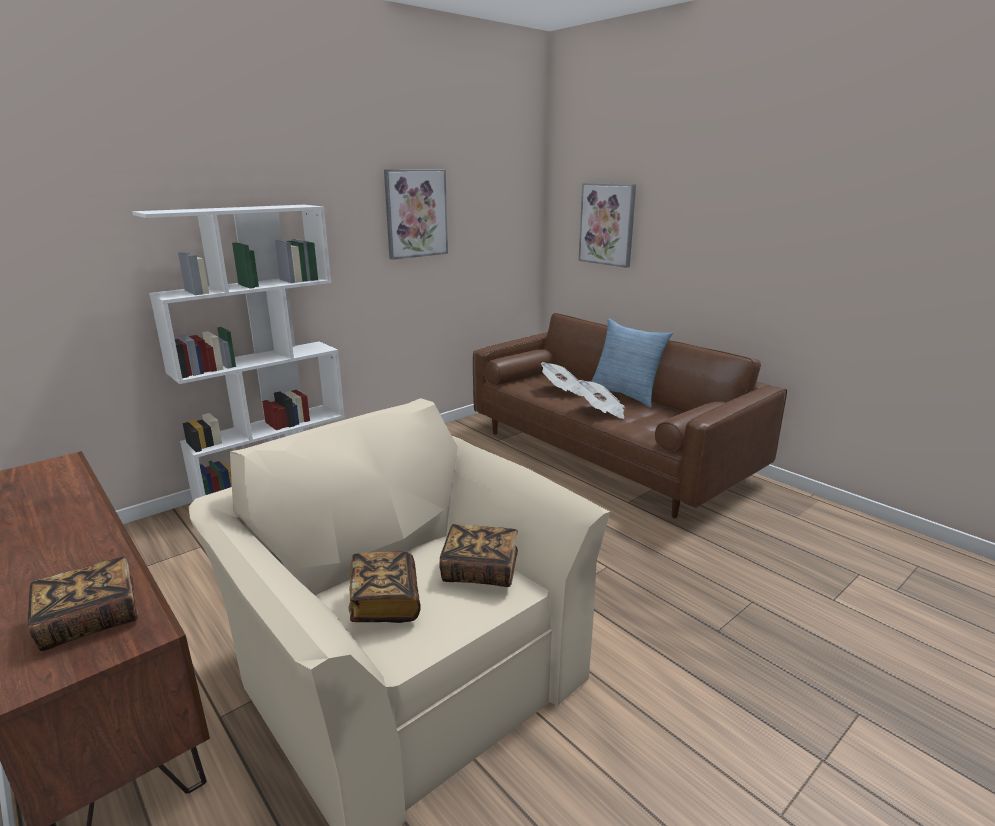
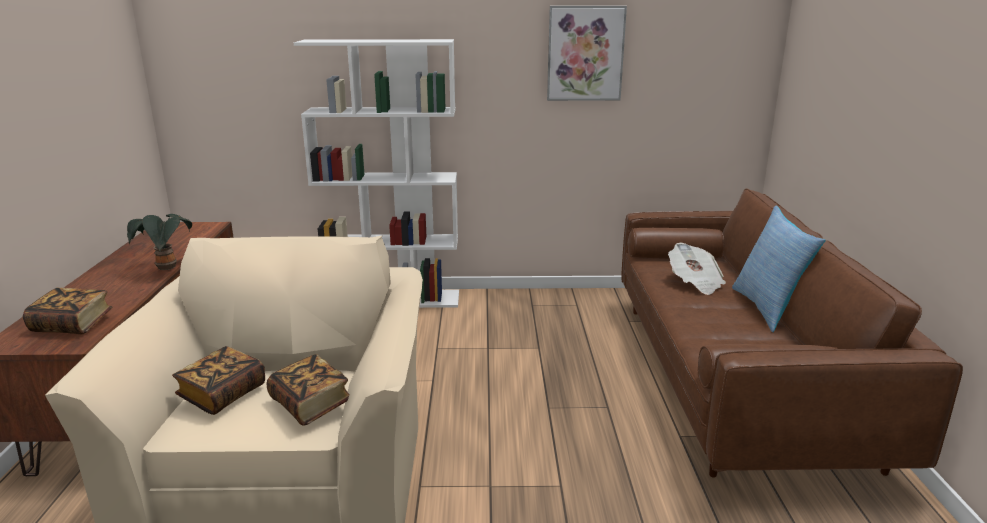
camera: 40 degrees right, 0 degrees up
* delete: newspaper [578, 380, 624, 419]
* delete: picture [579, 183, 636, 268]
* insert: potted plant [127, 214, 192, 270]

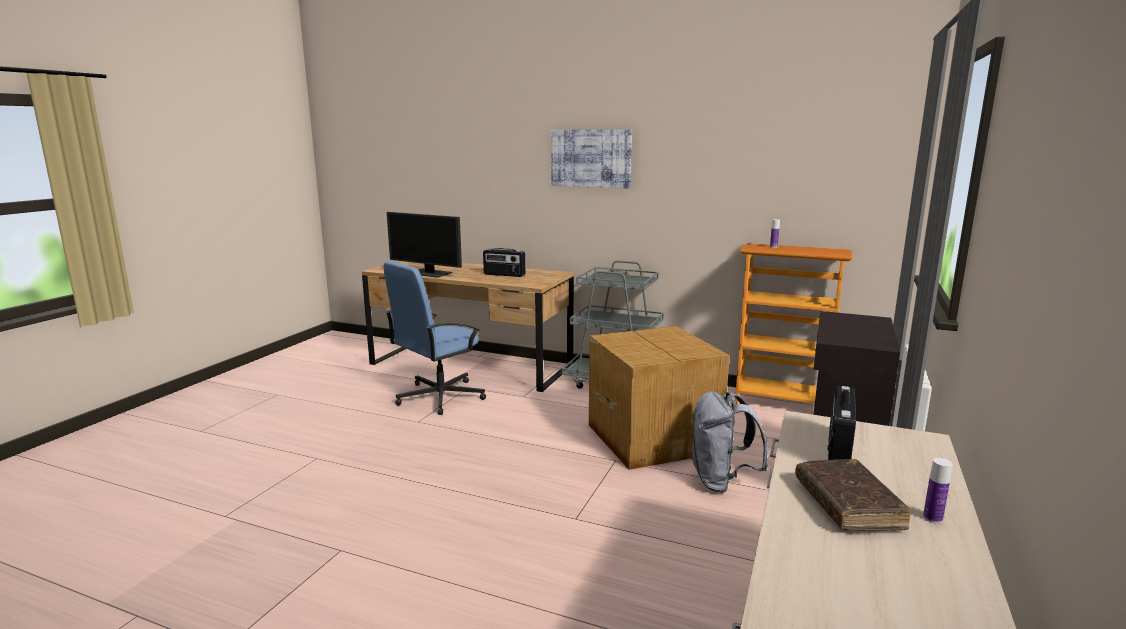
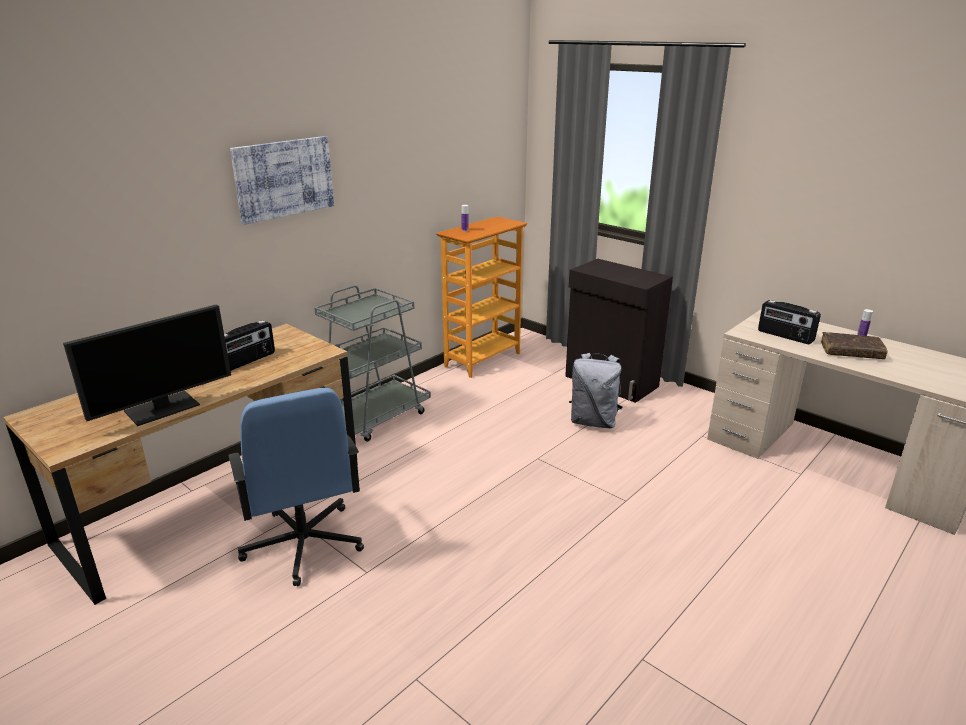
camera: 70 degrees left, 10 degrees up
* delete: cardboard box [589, 326, 730, 470]

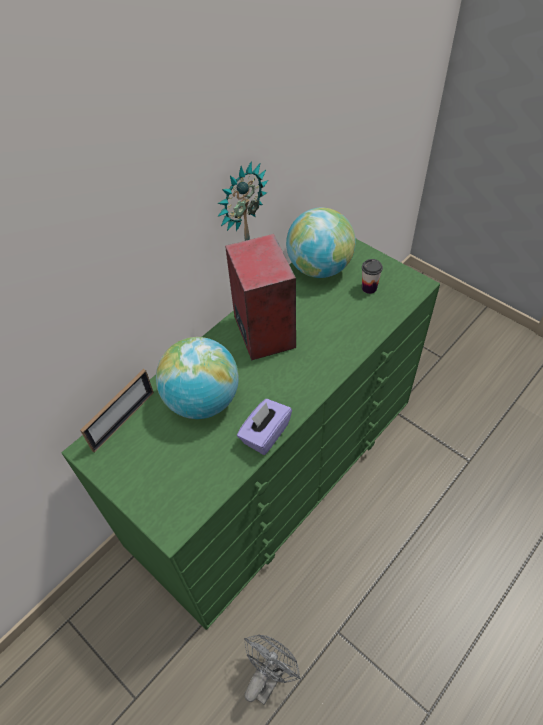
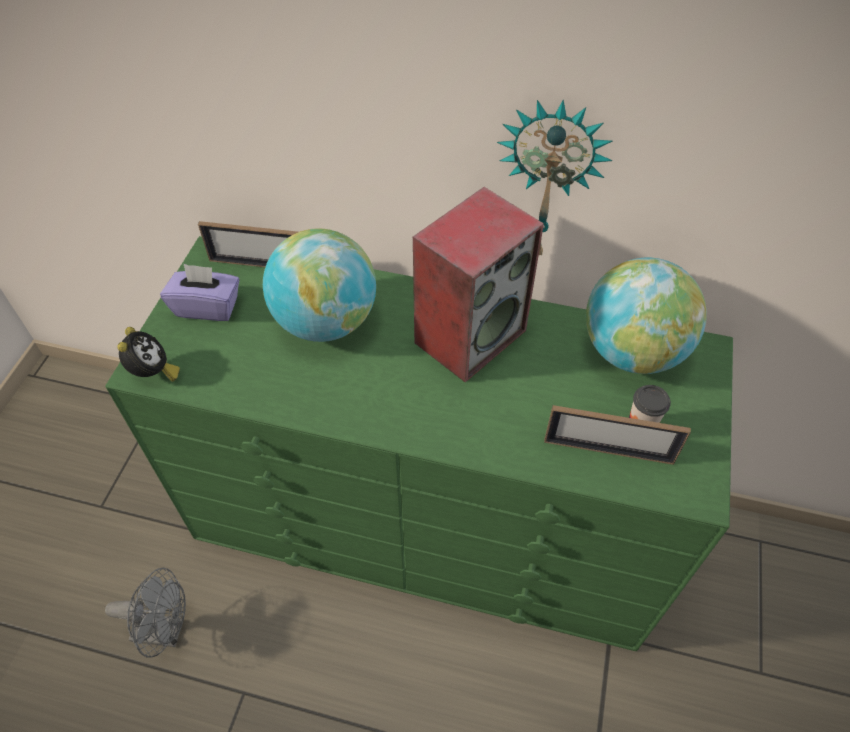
camera: 60 degrees right, 0 degrees up
* move: tissue box (purple) [237, 399, 292, 455] to [160, 264, 239, 321]
* insert: alarm clock [117, 327, 180, 382]
* insert: picture frame [544, 405, 691, 465]

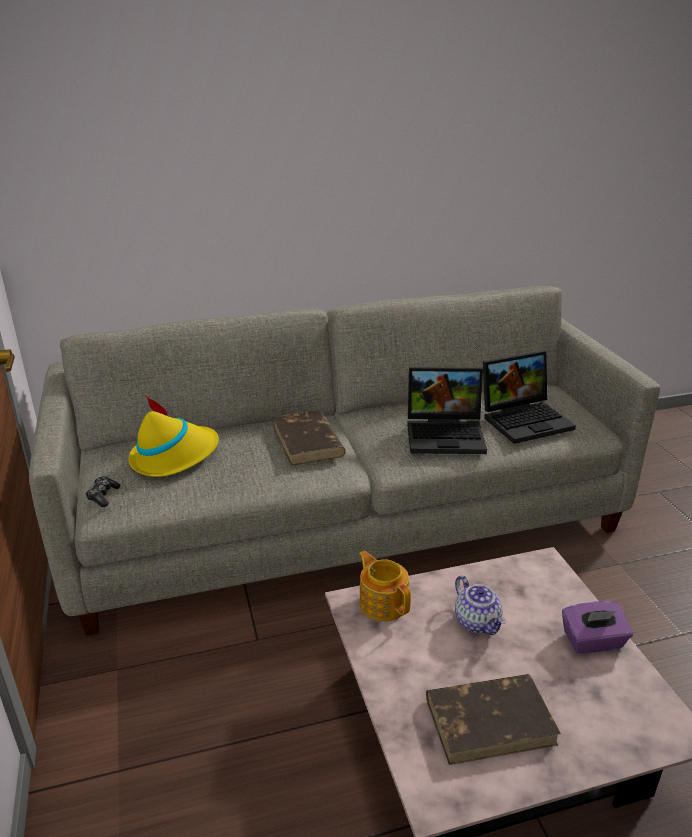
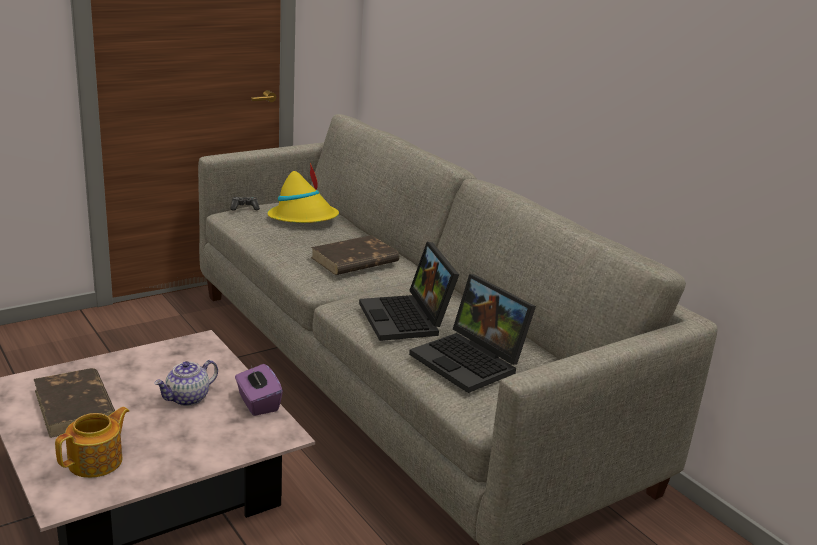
camera: 70 degrees right, 5 degrees down
* move: teapot [359, 550, 411, 621] to [55, 407, 129, 478]
* move: tissue box (purple) [562, 601, 633, 654] to [235, 364, 283, 416]

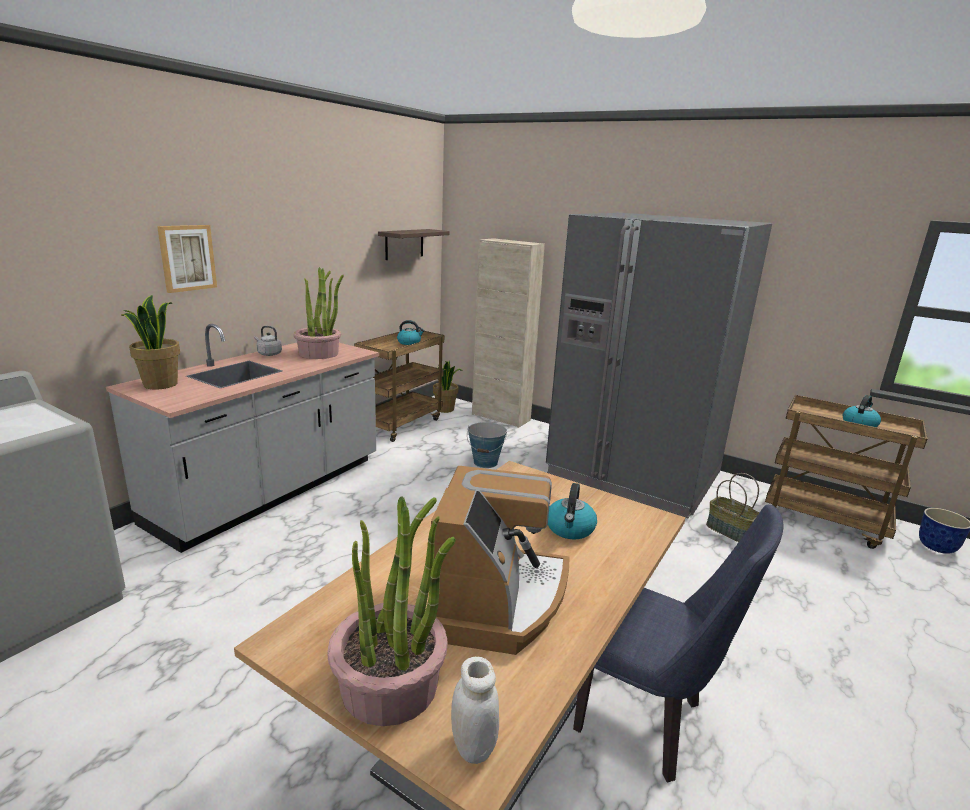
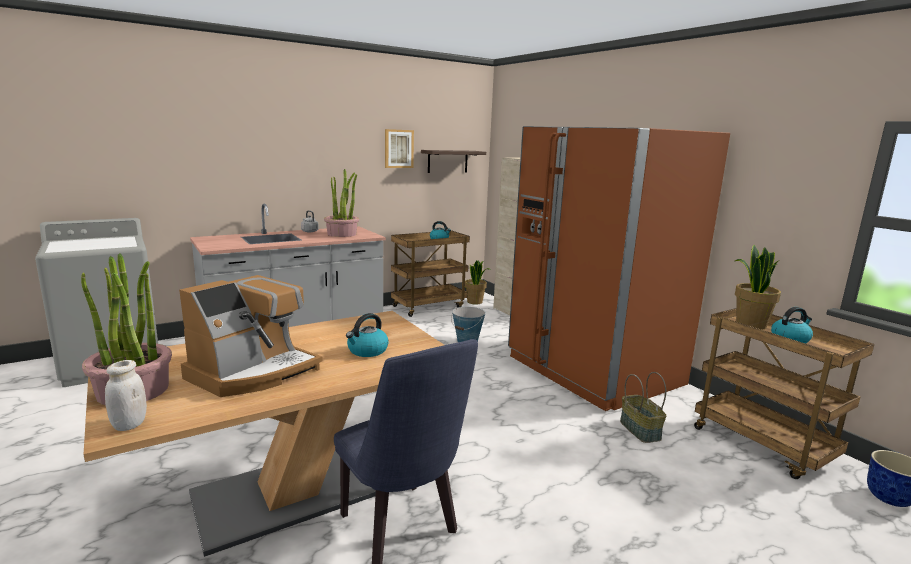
camera: 25 degrees right, 5 degrees down
* move: potted plant [121, 295, 180, 390] to [735, 245, 781, 330]
* move: picture [157, 225, 217, 293] to [385, 129, 414, 168]
* recolor: fridge (grey) [546, 213, 772, 518] to fridge (brown) [508, 126, 730, 411]

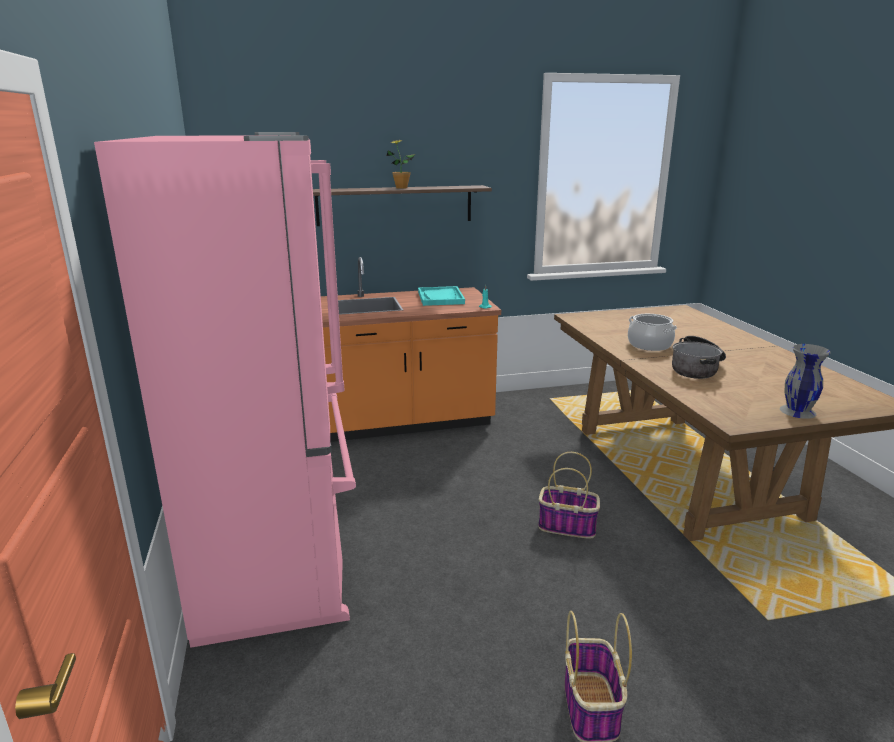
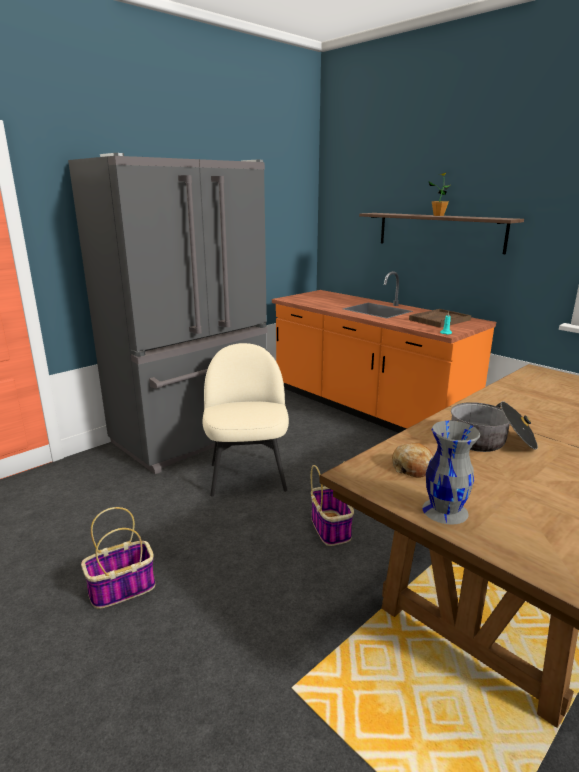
camera: 60 degrees right, 0 degrees up
* recolor: fridge (pink) [94, 132, 356, 648] to fridge (grey) [68, 153, 270, 474]
* recolor: tray (turquoise) [418, 286, 465, 306] to tray (brown) [409, 309, 471, 328]
* delete: cooking pot [628, 314, 677, 351]
* insert: chair (beige) [203, 343, 289, 497]
* insert: bread [392, 443, 433, 478]

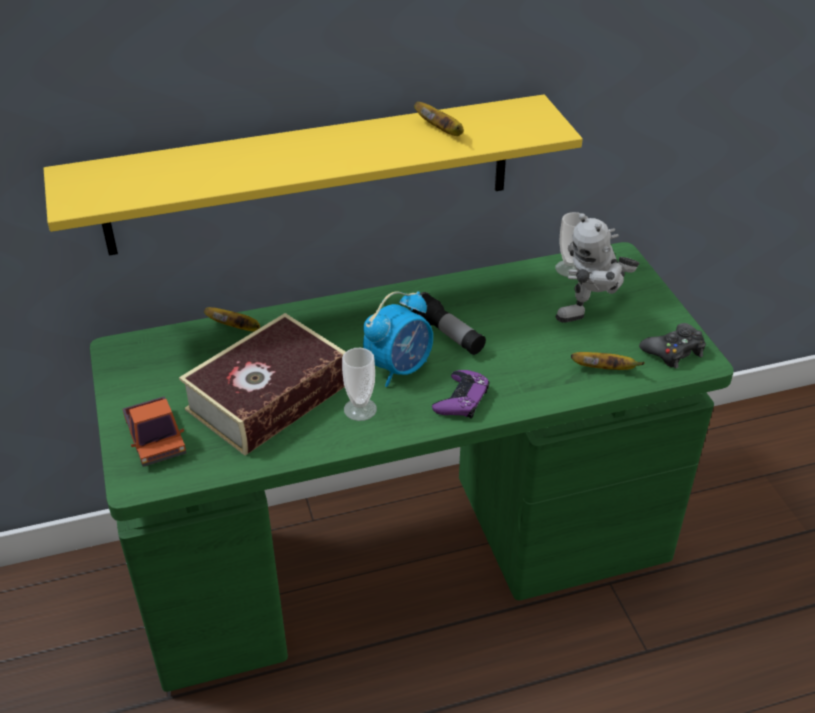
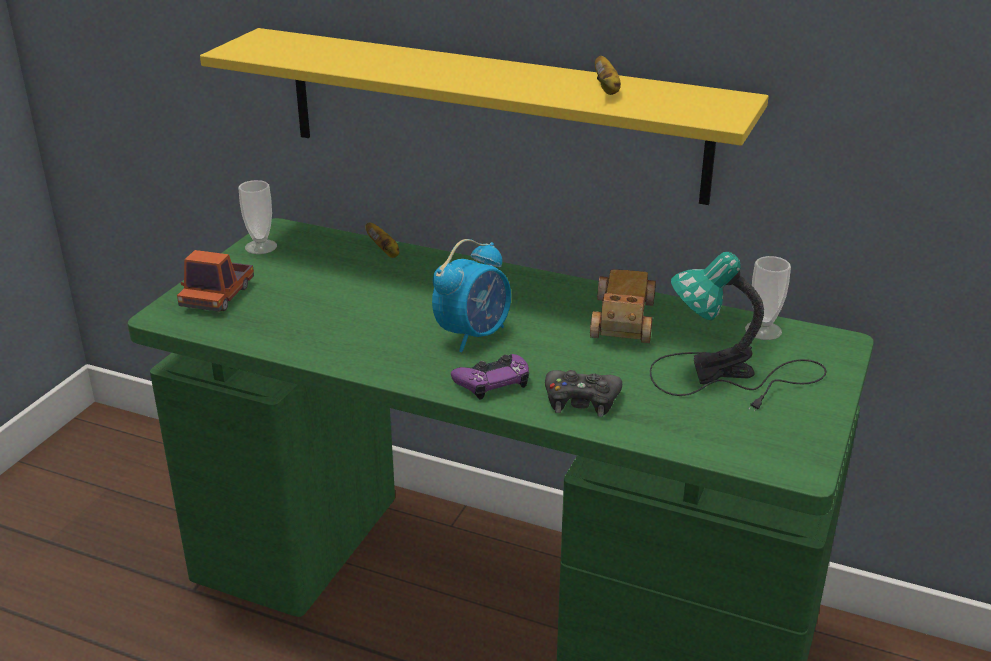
camera: 40 degrees right, 10 degrees down
* delete: book [179, 313, 346, 456]
* move: cup [342, 348, 377, 421] to [239, 180, 277, 254]
* rotate: alarm clock [363, 291, 433, 387] = [432, 239, 511, 352] 45 degrees counterclockwise
* delete: flashlight [410, 292, 486, 355]
* replace: toy robot [555, 213, 640, 323] to table lamp [650, 252, 827, 412]
* delete: banana [571, 352, 645, 370]
* move: game controller (black) [639, 323, 706, 368] to [545, 370, 622, 417]
* insert: toy car [590, 269, 656, 343]

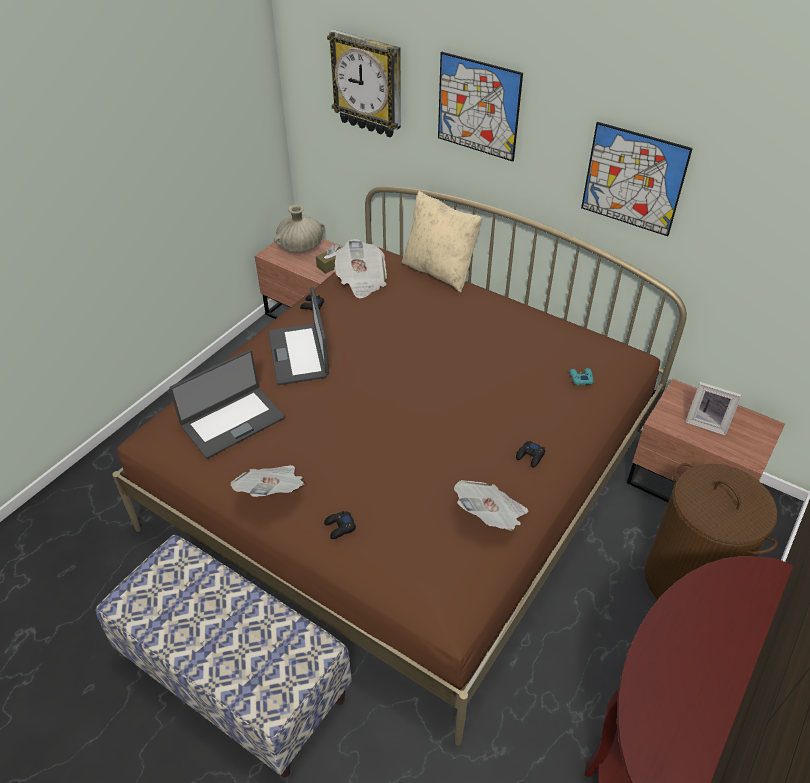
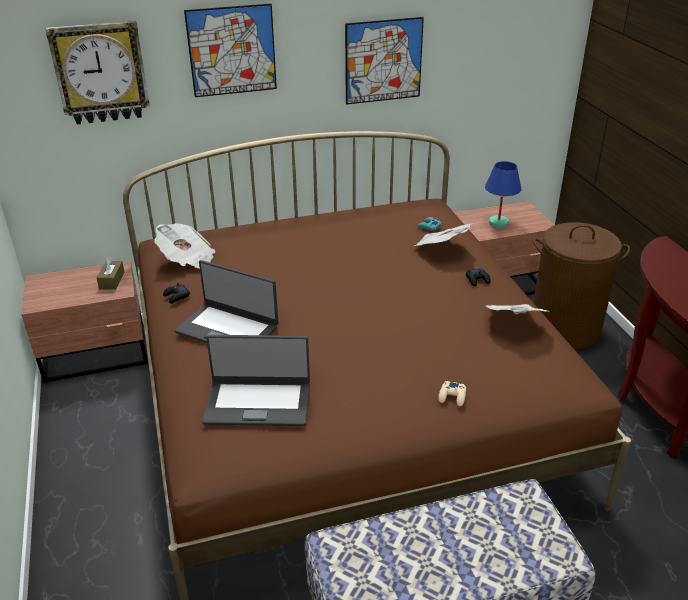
camera: 50 degrees left, 10 degrees down
* rotate: laptop [169, 350, 285, 459] = [202, 335, 310, 426] 90 degrees clockwise
* move: newspaper [230, 465, 305, 497] to [414, 224, 471, 246]
* delete: vase (beige) [274, 204, 324, 253]
* recolor: game controller (black) [324, 511, 356, 539] to game controller (beige) [438, 381, 466, 406]
* delete: pillow (beige) [402, 191, 482, 292]
* replace: picture frame [685, 382, 742, 436] to table lamp (blue) [485, 161, 522, 227]

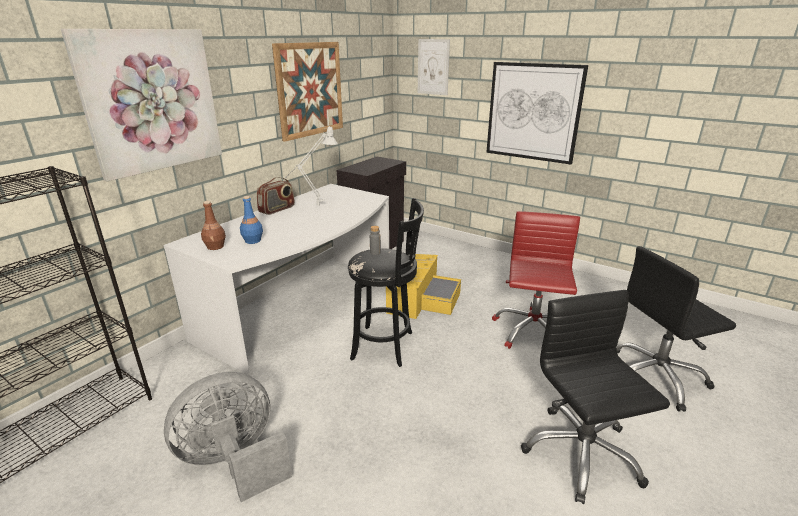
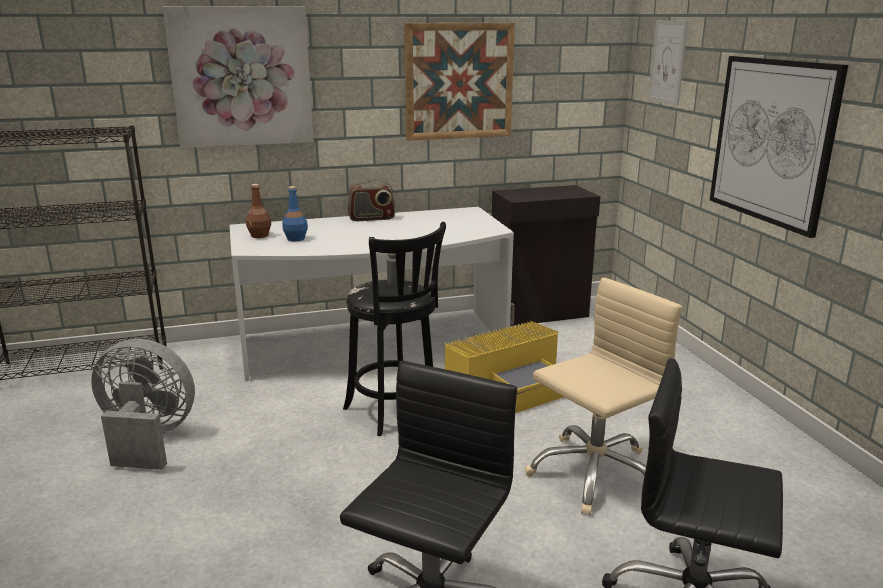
camera: 40 degrees right, 5 degrees down
* delete: table lamp (grey) [286, 127, 338, 206]
* recolor: office chair (red) [492, 211, 580, 349] to office chair (beige) [525, 278, 682, 515]

